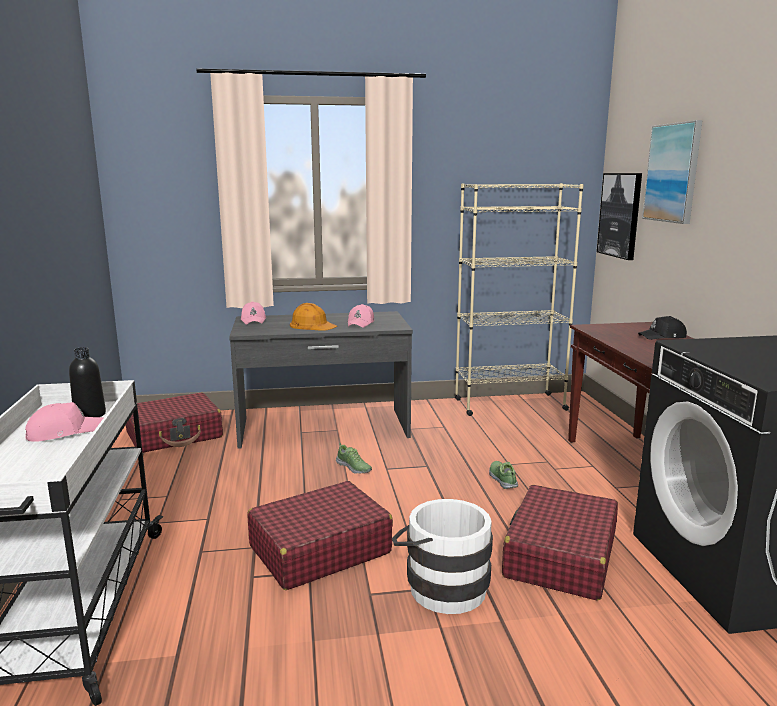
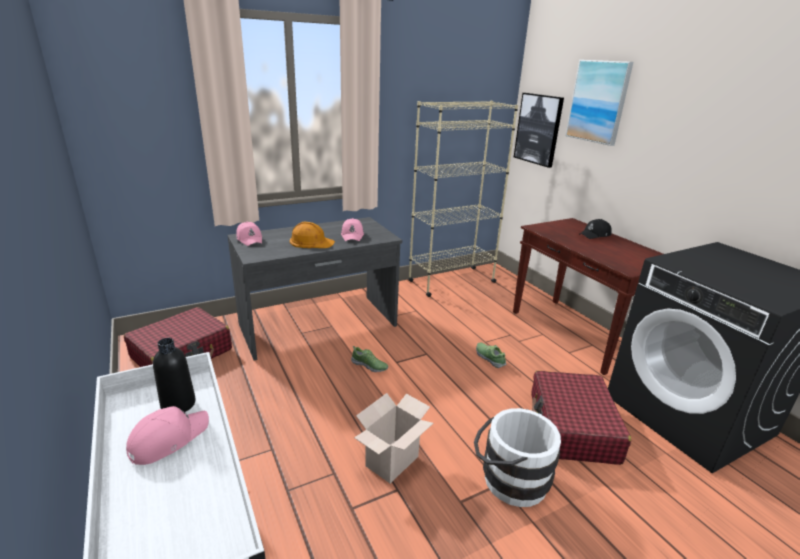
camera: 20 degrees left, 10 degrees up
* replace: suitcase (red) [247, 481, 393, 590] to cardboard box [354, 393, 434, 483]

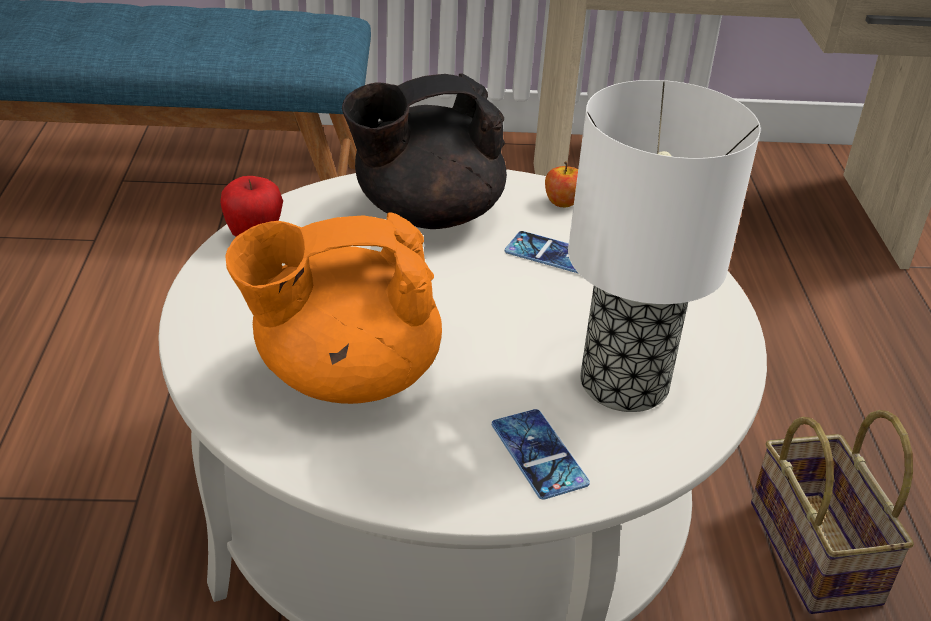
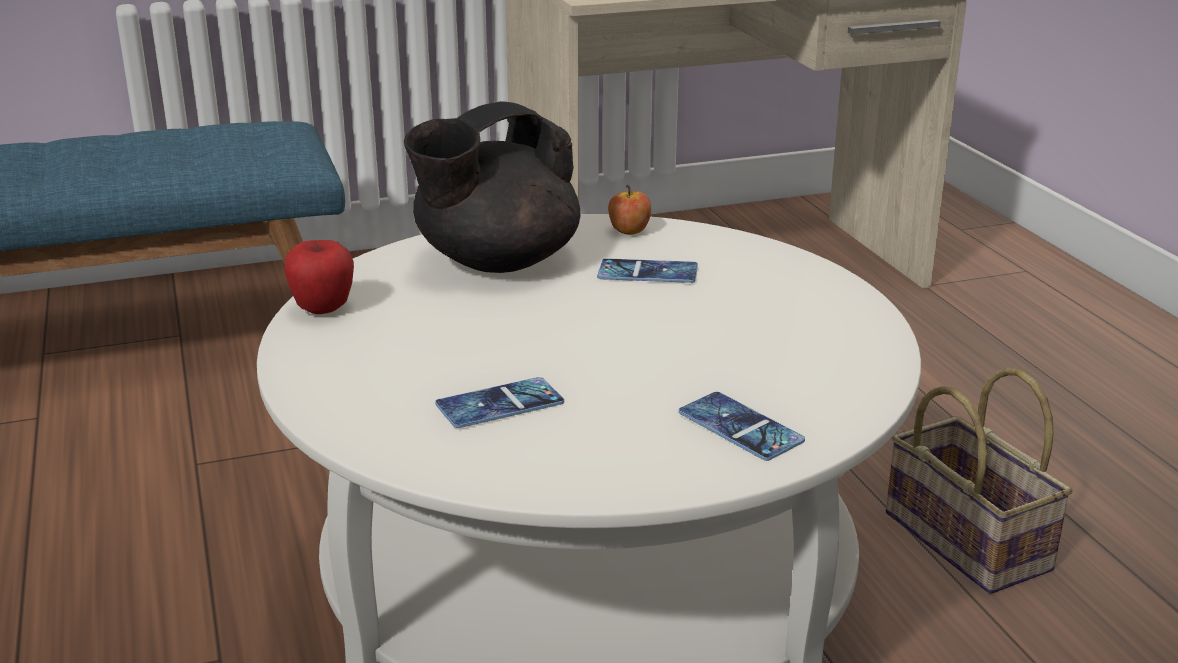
camera: 15 degrees left, 10 degrees down
* replace: teapot (orange) [225, 212, 442, 404] to phone [435, 377, 564, 428]
* delete: table lamp [568, 80, 761, 412]

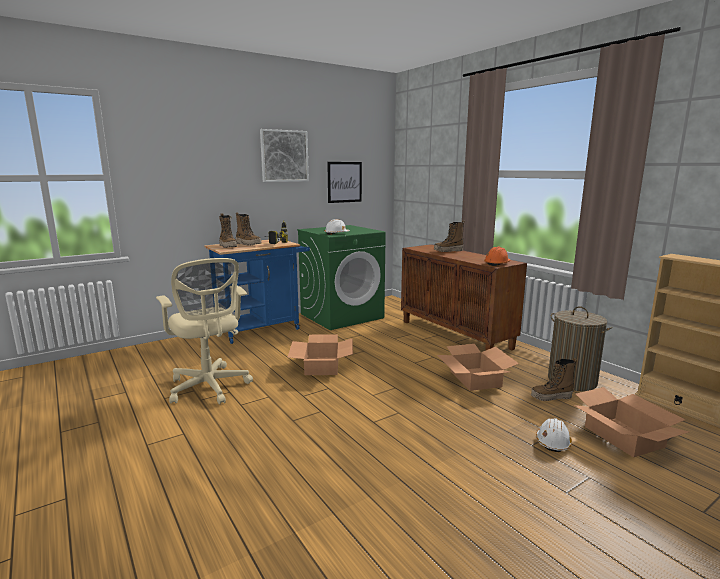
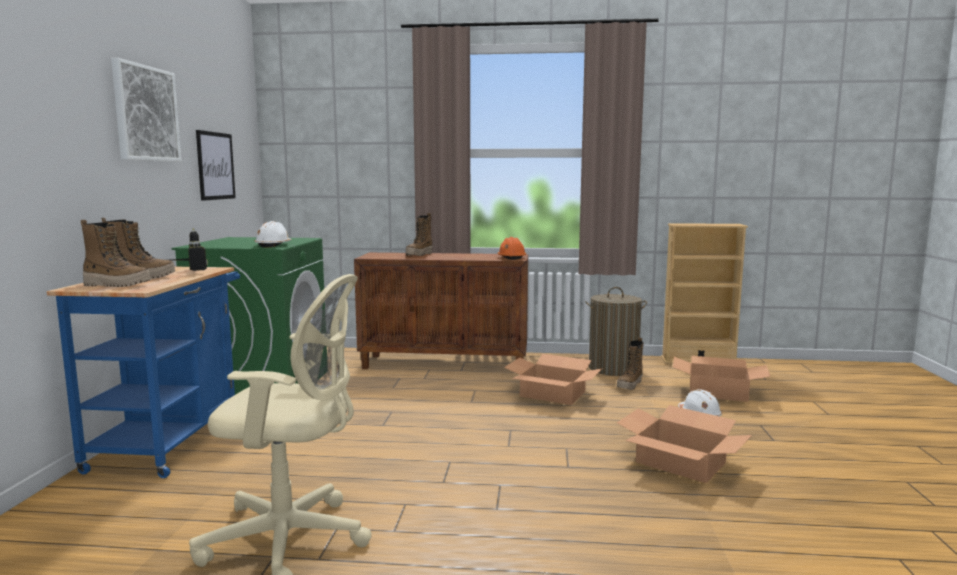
camera: 50 degrees left, 5 degrees down
* move: cardboard box [288, 334, 353, 375] to [617, 405, 752, 483]

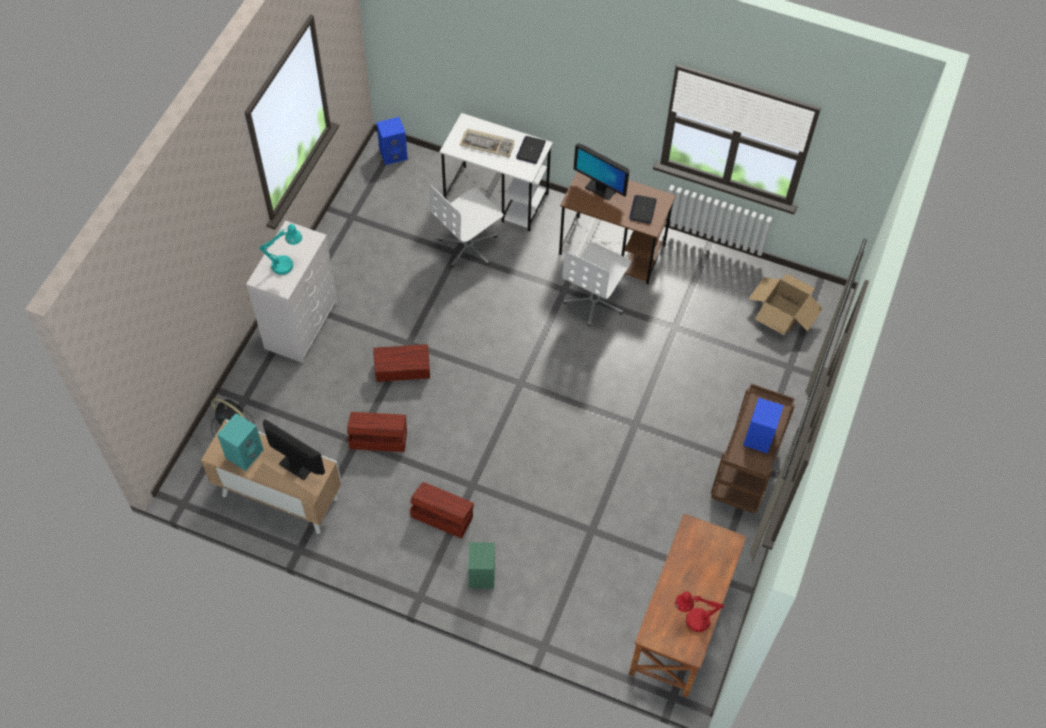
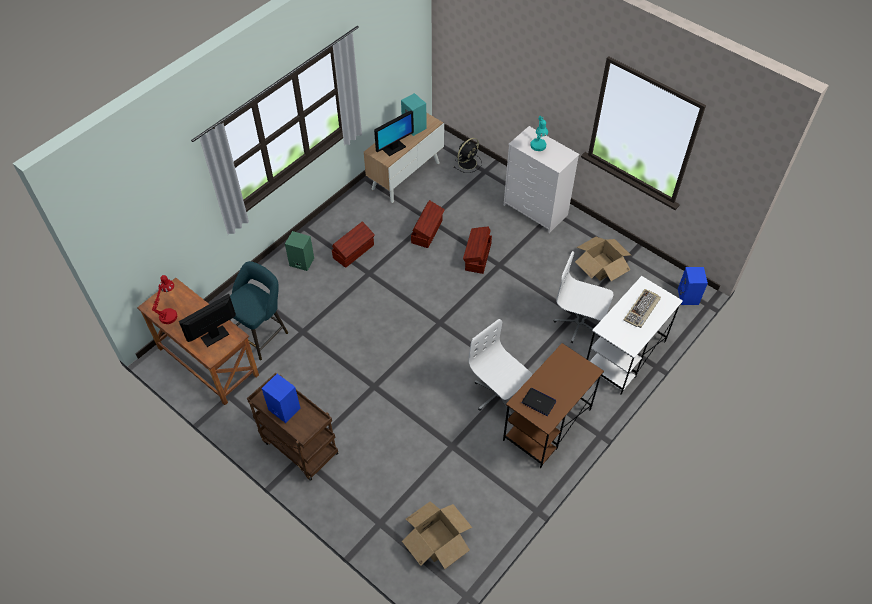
camera: 110 degrees right, 5 degrees down
* rotate: office chair (white) [429, 185, 503, 267] = [554, 251, 614, 343] 45 degrees counterclockwise
* delete: laptop [516, 136, 546, 164]
* move: monitor [574, 143, 630, 201] to [179, 294, 236, 347]
* insert: stool (turquoise) [230, 261, 288, 360]
* insert: cardboard box [575, 237, 631, 281]

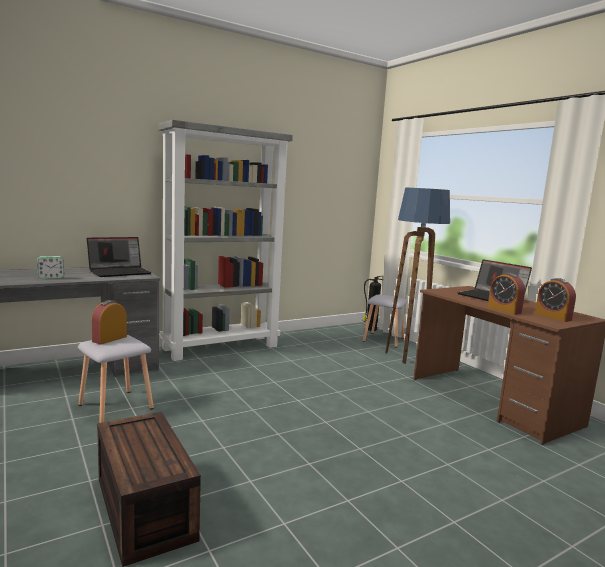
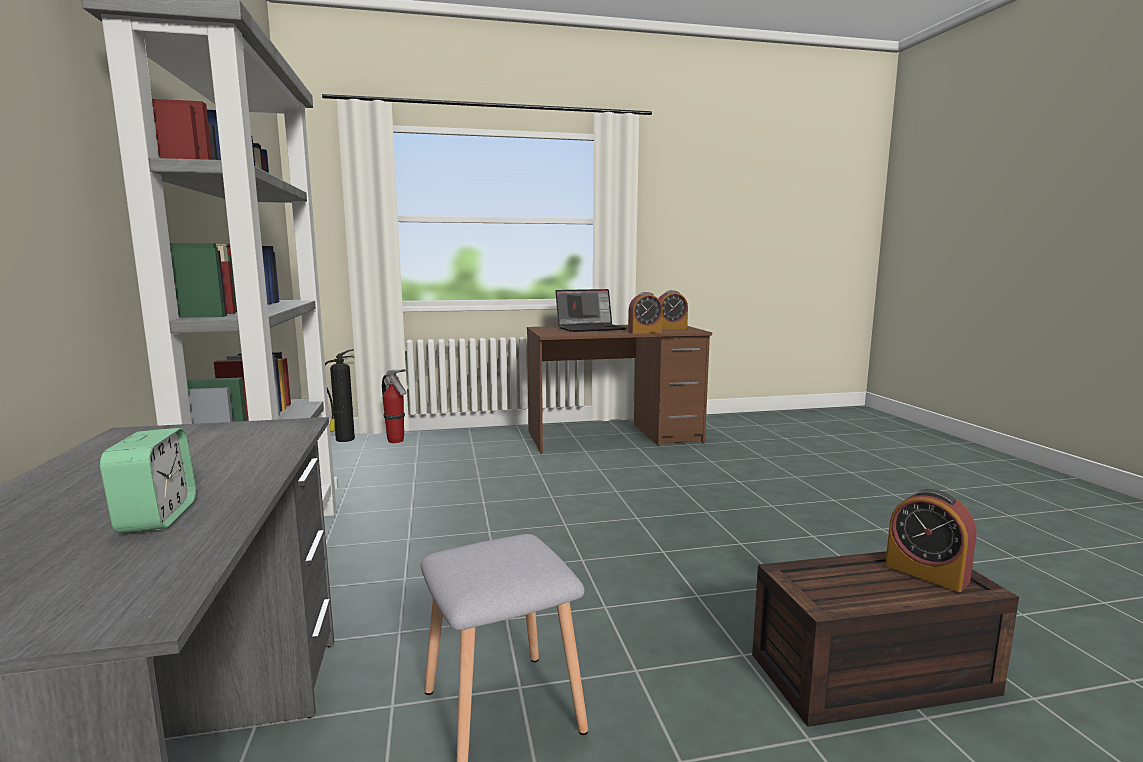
camera: 70 degrees left, 0 degrees up
* delete: laptop [87, 237, 152, 277]
* move: alarm clock [92, 300, 127, 345] to [885, 489, 977, 592]
* replace: stool (grey) [363, 294, 407, 347] to fire extinguisher [382, 369, 406, 443]
* delete: floor lamp [385, 188, 450, 364]

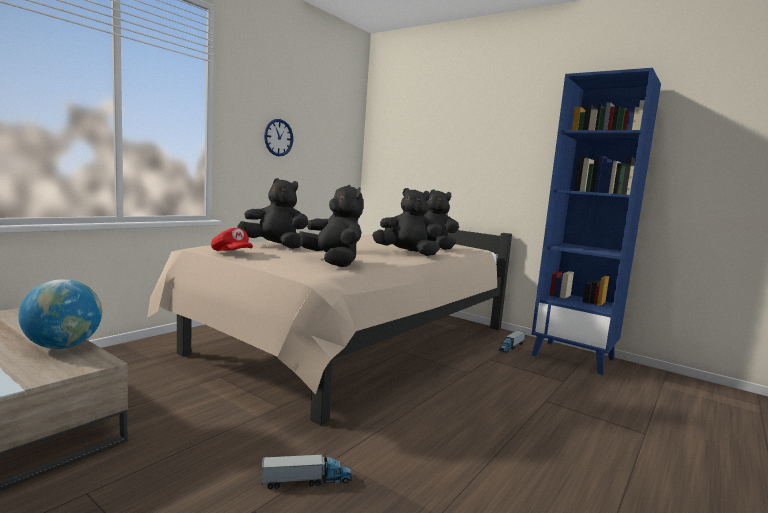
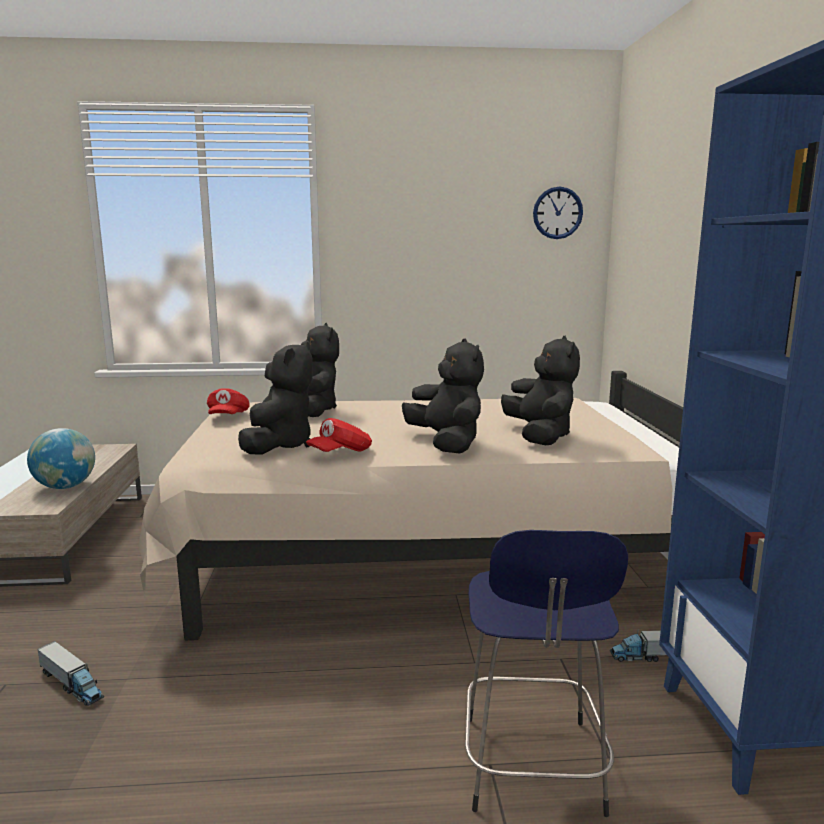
camera: 50 degrees right, 5 degrees up
* move: wall clock [264, 119, 293, 156] to [533, 187, 583, 239]
* insert: cap (red) [306, 418, 372, 452]
* insert: stool (blue) [465, 530, 628, 817]

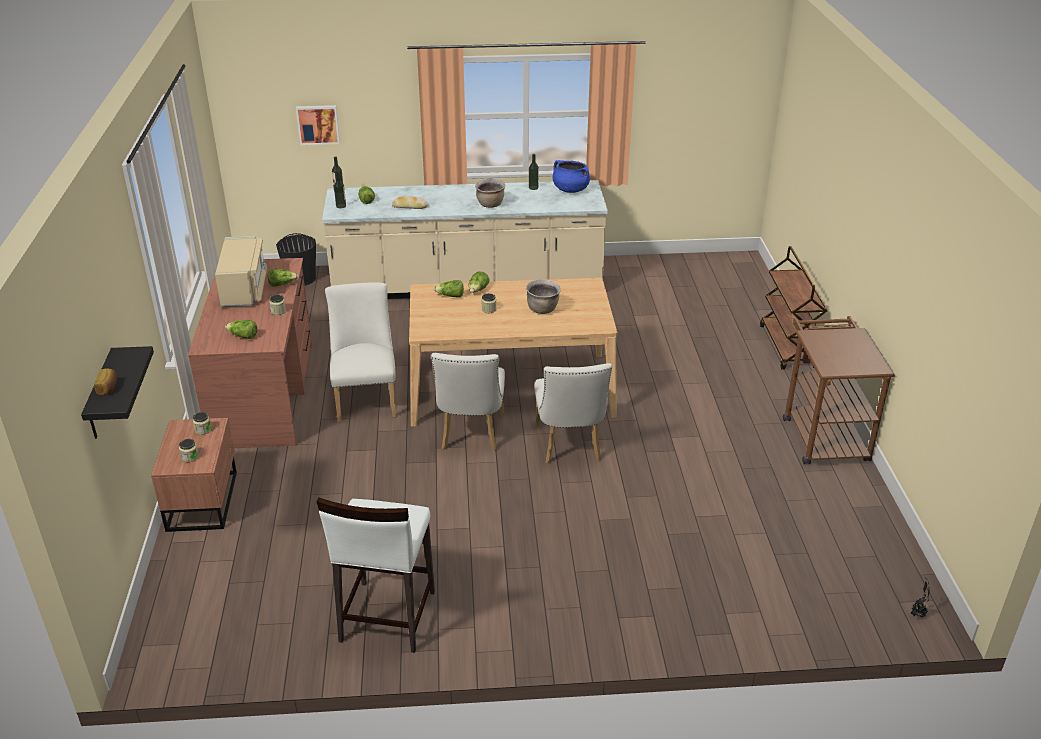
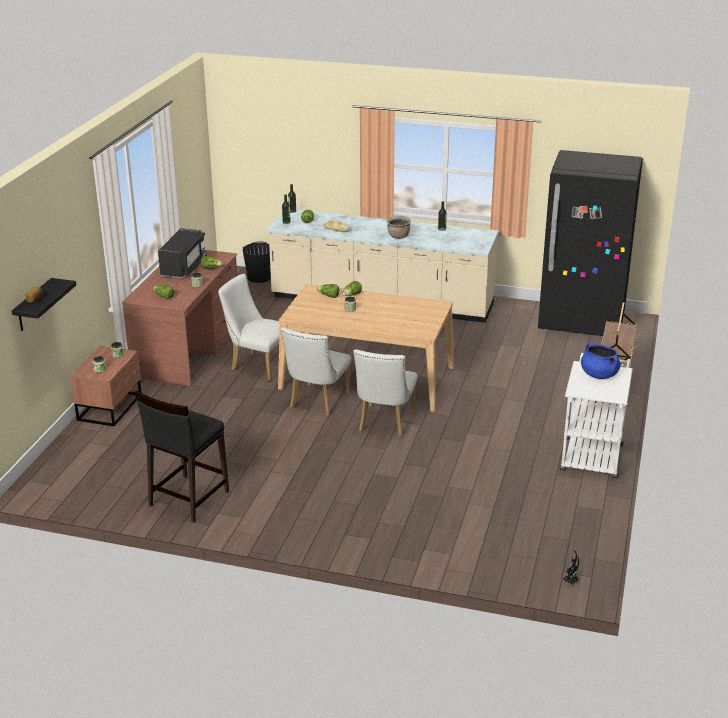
camera: 20 degrees right, 5 degrees down
* recolor: microwave (beige) [215, 236, 267, 307] to microwave (black) [158, 228, 207, 278]
* delete: picture [296, 105, 340, 145]
* recolor: stool (white) [317, 497, 435, 653] to stool (black) [135, 391, 229, 523]
* rotate: chair (white) [325, 282, 396, 422] = [218, 274, 280, 381] 75 degrees counterclockwise
* delete: cooking pot (brown) [526, 280, 561, 314]
* move: cooking pot (blue) [552, 160, 590, 193] to [581, 343, 620, 379]
* recolor: cart (brown) [783, 316, 895, 464] to cart (white) [560, 353, 633, 479]
* insert: fridge (black) [538, 150, 643, 336]

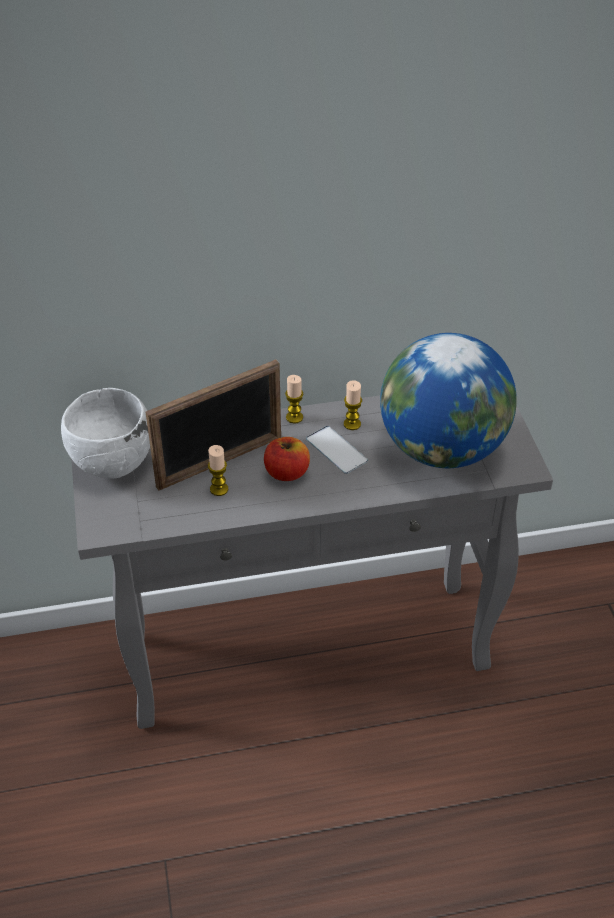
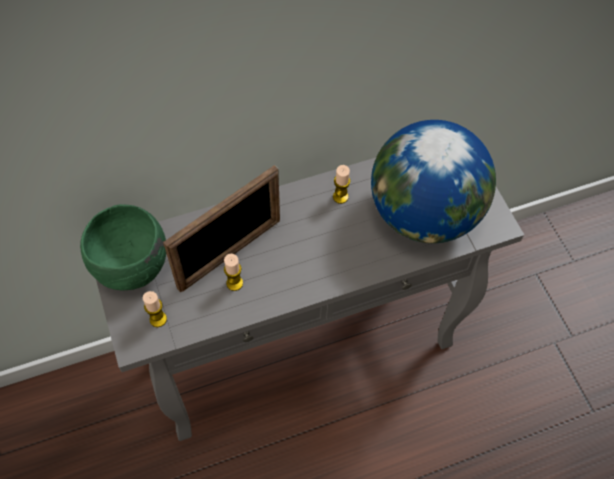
camera: 10 degrees left, 15 degrees up
* recolor: bowl (white) [61, 388, 150, 479] to bowl (green) [80, 204, 166, 290]
* delete: apple [264, 437, 310, 481]
* move: candle [285, 375, 303, 423] to [143, 291, 167, 327]
* delete: phone [306, 426, 368, 474]

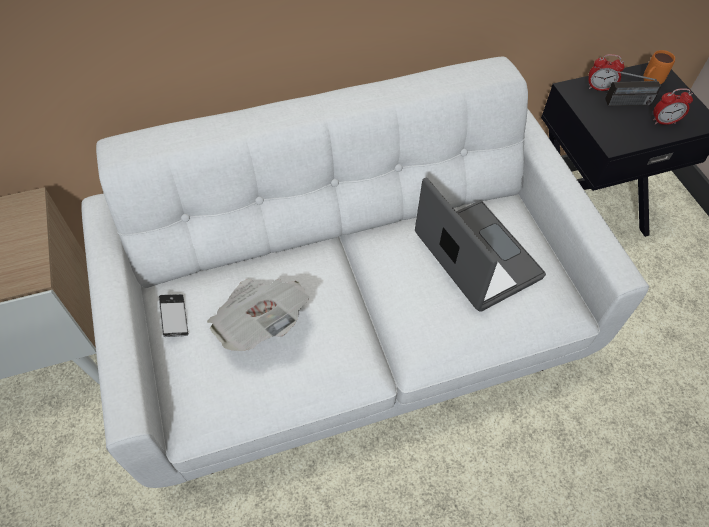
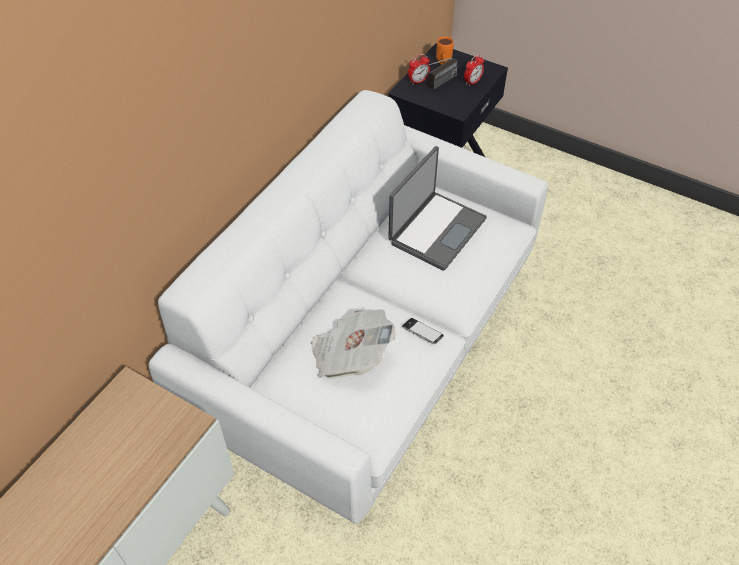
camera: 40 degrees left, 5 degrees down
* move: phone [159, 294, 188, 337] to [402, 318, 444, 344]
* rotate: laptop [415, 177, 546, 312] = [388, 146, 487, 271] 105 degrees clockwise

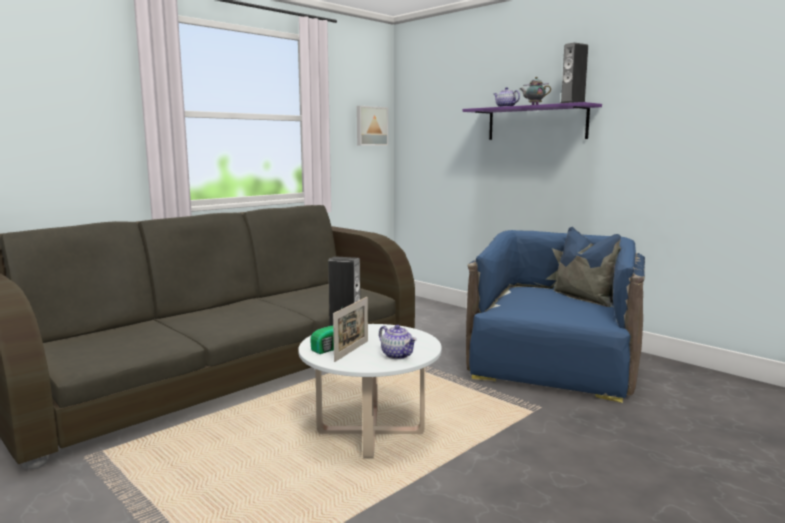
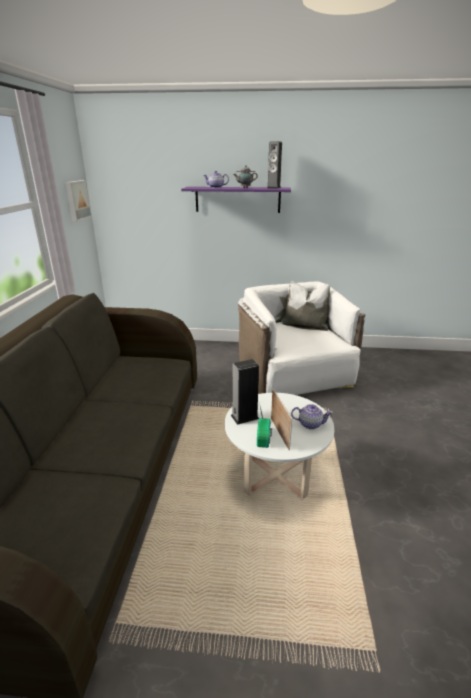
camera: 40 degrees left, 15 degrees up
* recolor: armchair (blue) [466, 227, 645, 403] to armchair (white) [238, 281, 366, 395]

